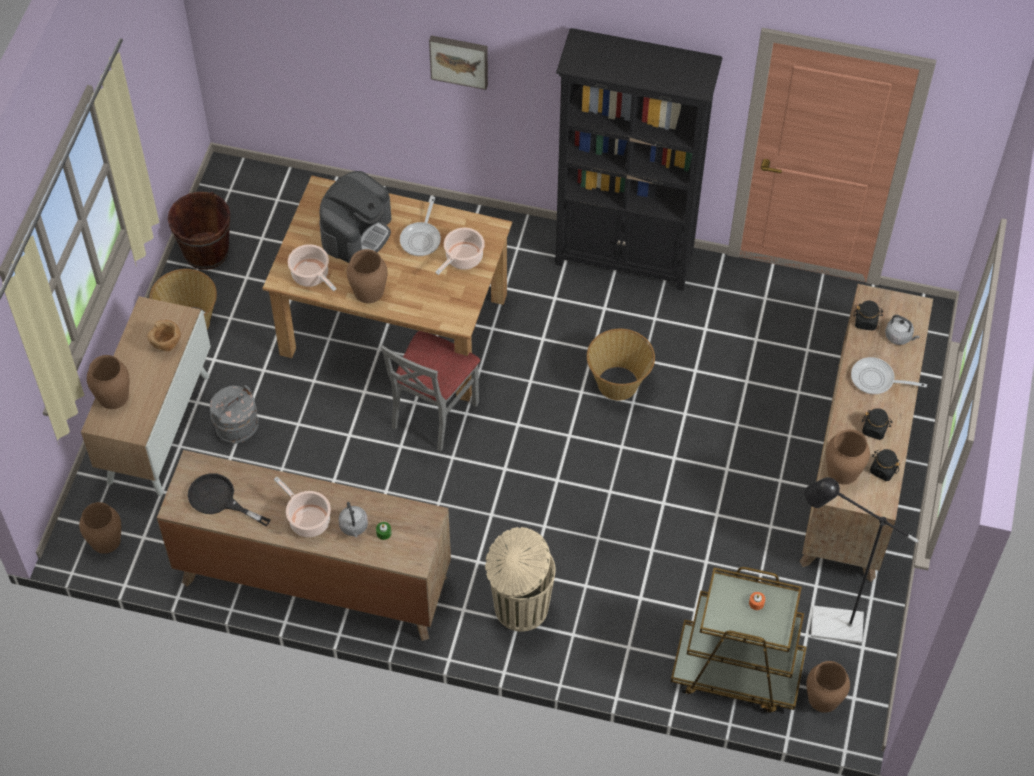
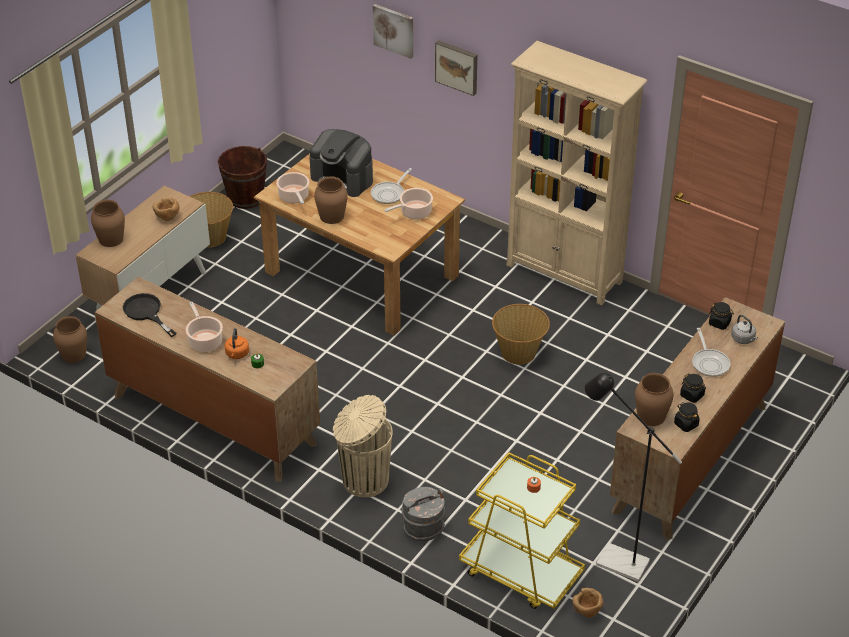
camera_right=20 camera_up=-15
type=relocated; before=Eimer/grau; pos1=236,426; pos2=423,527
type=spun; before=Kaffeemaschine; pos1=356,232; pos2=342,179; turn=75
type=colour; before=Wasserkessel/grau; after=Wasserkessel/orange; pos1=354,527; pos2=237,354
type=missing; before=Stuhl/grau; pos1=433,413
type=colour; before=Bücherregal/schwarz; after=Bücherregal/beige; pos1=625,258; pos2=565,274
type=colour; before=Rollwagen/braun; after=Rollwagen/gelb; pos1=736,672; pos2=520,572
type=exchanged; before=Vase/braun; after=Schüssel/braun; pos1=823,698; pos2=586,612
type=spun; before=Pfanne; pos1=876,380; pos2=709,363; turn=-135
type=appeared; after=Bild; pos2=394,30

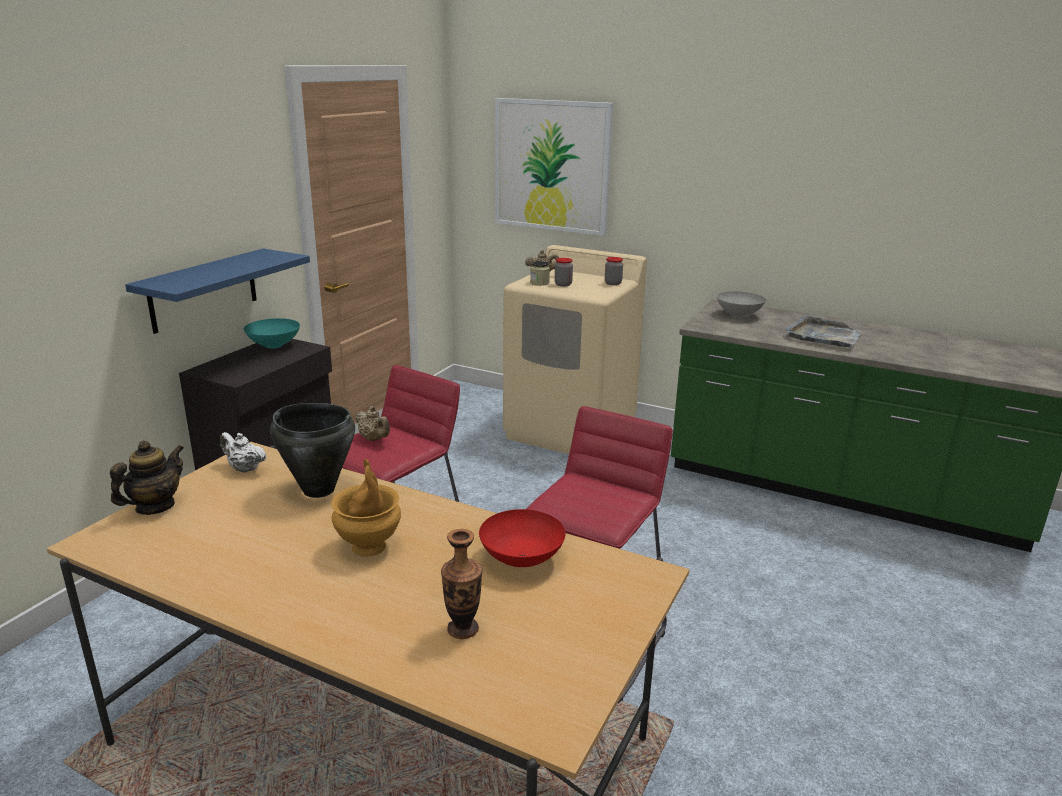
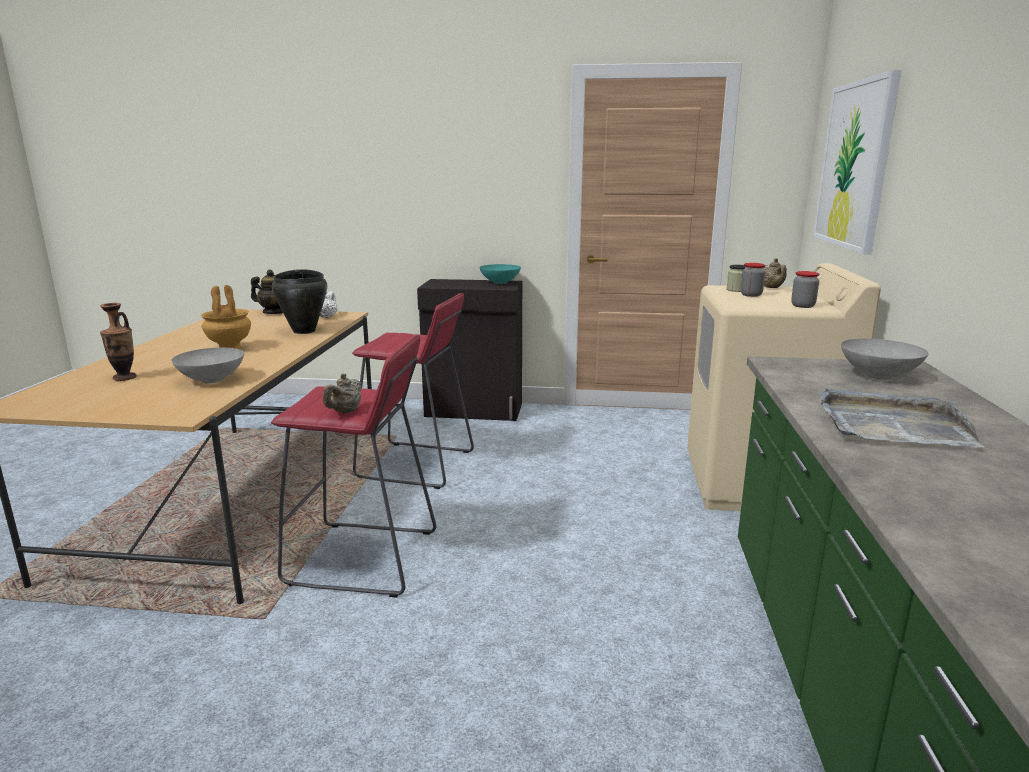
camera_right=70 camera_up=-5
type=missing; before=Wandregal/blau; pos1=203,290
type=relocated; before=Teekanne/beige; pos1=374,439; pos2=345,412
type=colour; before=Schüssel/rot; after=Schüssel/grau; pos1=522,558; pos2=212,380

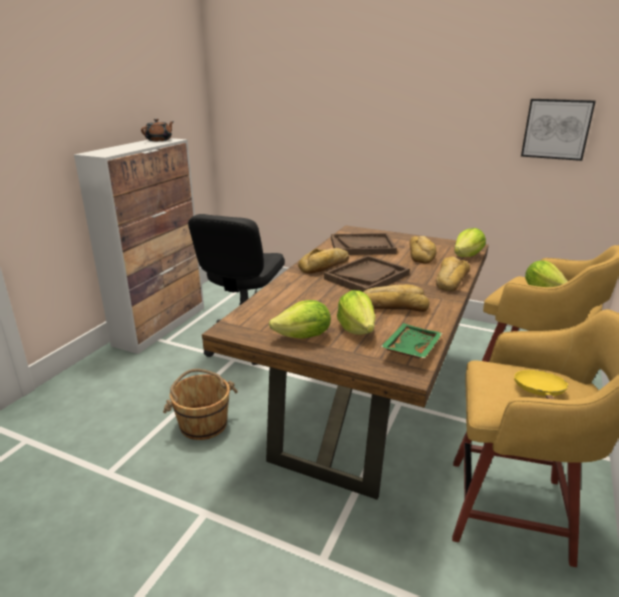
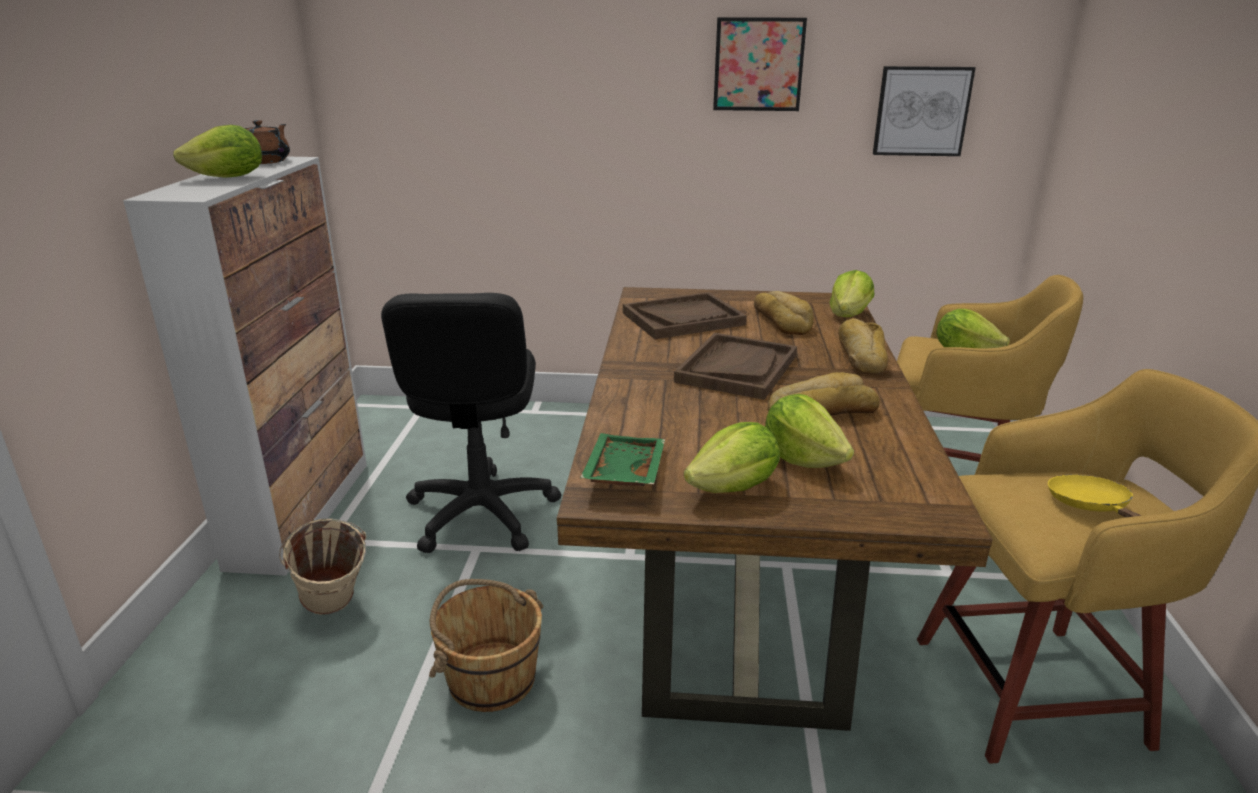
camera_right=-20 camera_up=0
type=missing; before=Brot; pos1=325,266
type=relocated; before=Tablett/grün; pos1=410,348; pos2=622,473
type=appeared; after=Salatkopf; pos2=229,178
type=appeared; after=Eimer/beige; pos2=334,610
type=appeared; after=Bild; pos2=758,64

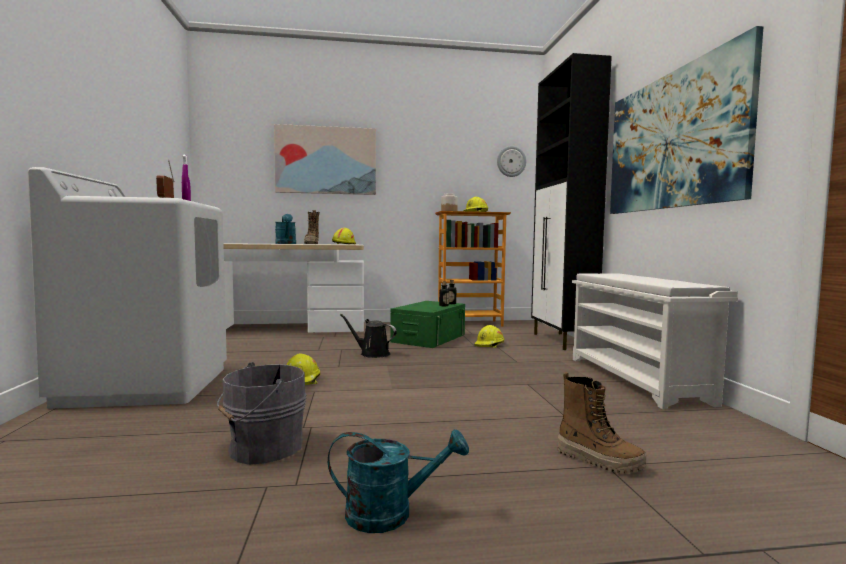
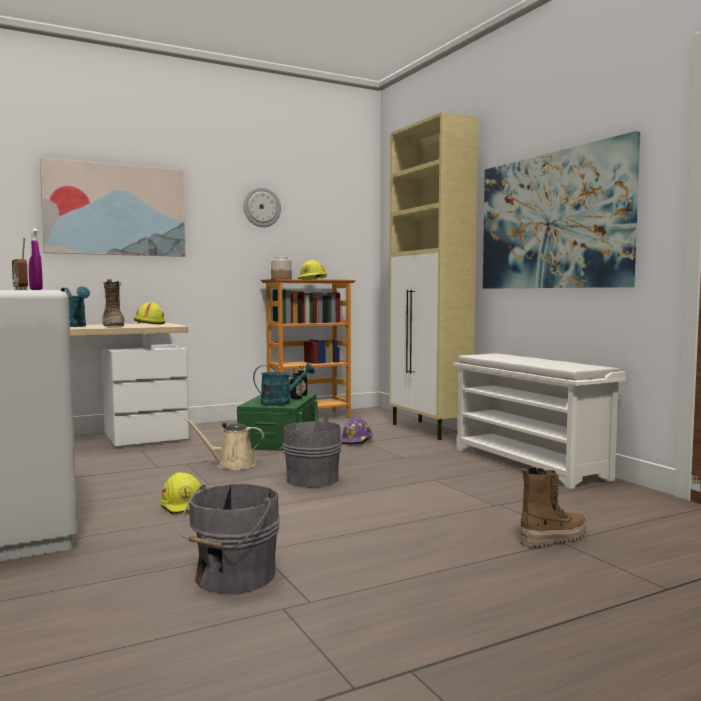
camera_right=-20 camera_up=0
type=relocated; before=Gießkanne/türkis; pos1=391,513; pos2=281,402
type=colour; before=Gießkanne/schwarz; after=Gießkanne/beige; pos1=372,354; pos2=232,465
type=colour; before=Schutzhelm/gelb; after=Schutzhelm/lila; pos1=489,345; pos2=356,441
type=relocated; before=Wanduhr; pos1=511,161; pos2=261,207
type=colour; before=Schrank/schwarz; after=Schrank/beige; pos1=562,341; pos2=429,430
type=spun; before=Stiefel; pos1=599,461; pos2=552,539; turn=-45
type=appeared; after=Eimer/grau; pos2=310,479

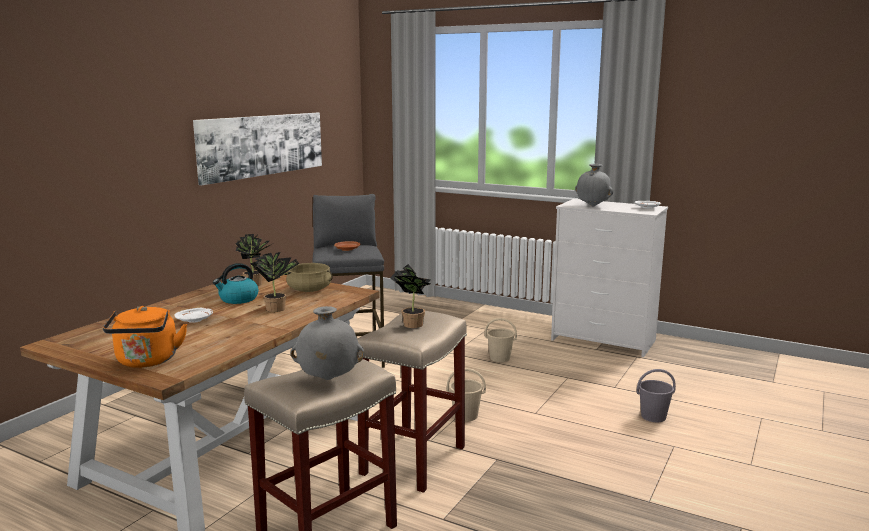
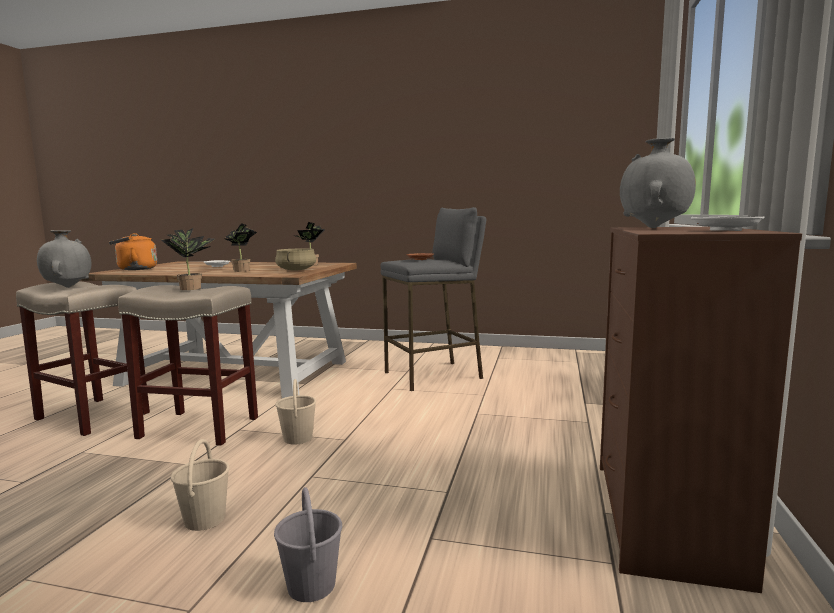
camera_right=75 camera_up=-5
type=missing; before=Bild; pos1=262,145
type=missing; before=Wasserkessel; pos1=238,299
type=relocated; before=Eimer/beige; pos1=500,358; pos2=204,520
type=colour; before=Kommode/weiß; after=Kommode/braun; pos1=604,340; pos2=665,519

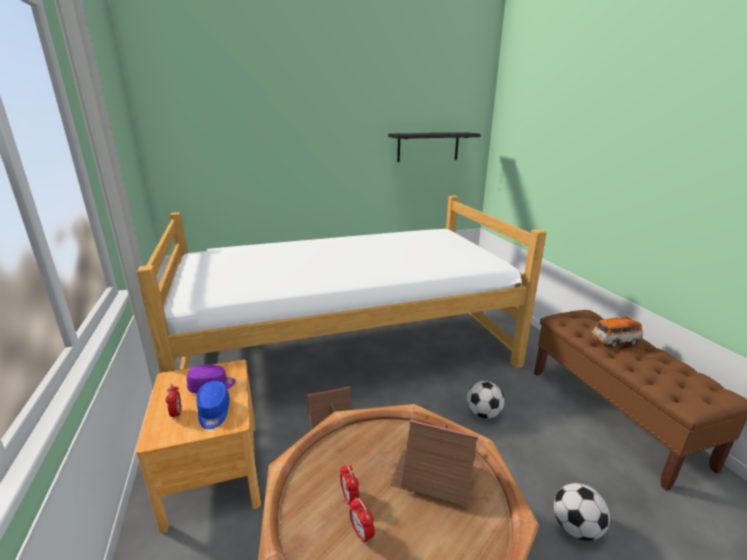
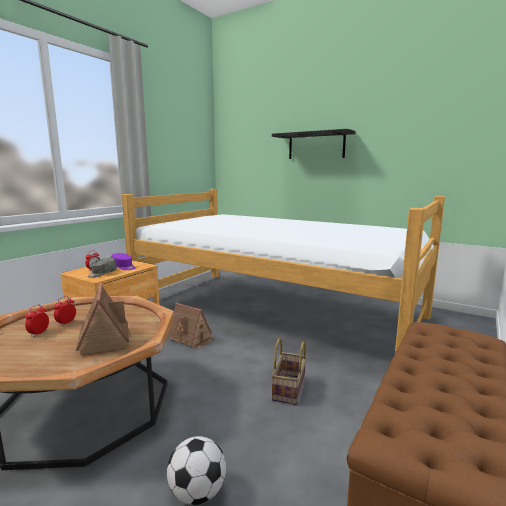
camera_right=50 camera_up=-10
type=colour; before=Kappe/blau; after=Kappe/grau; pos1=214,412; pos2=102,274
type=relocated; before=Wandregal/schwarz; pos1=428,146; pos2=316,146
type=exchanged; before=Fußball; after=Korb; pos1=483,414; pos2=289,390
type=missing; before=Spielzeugauto; pos1=614,341

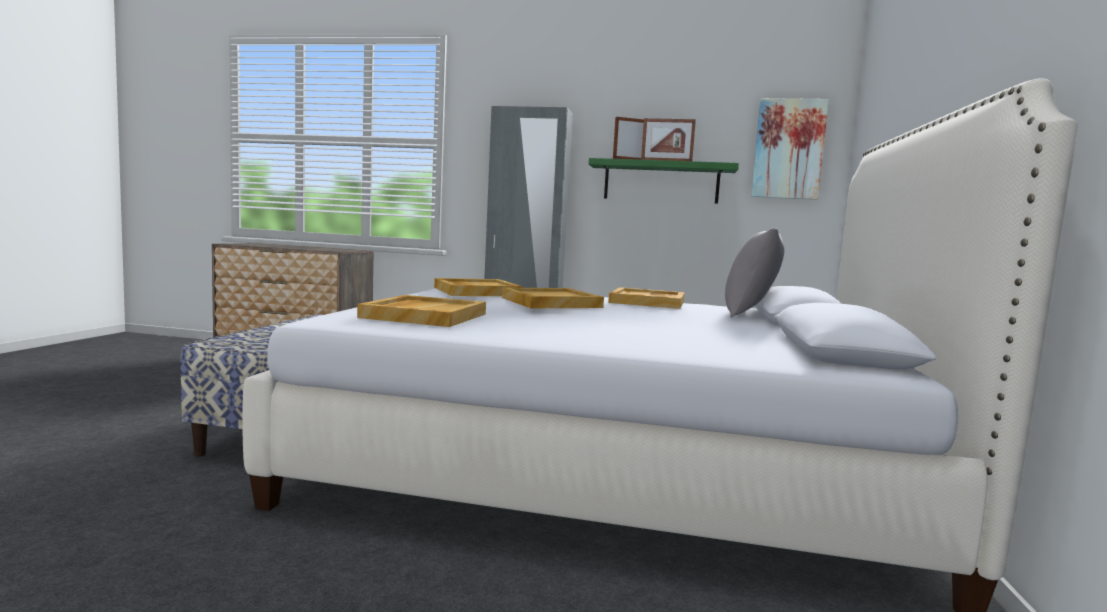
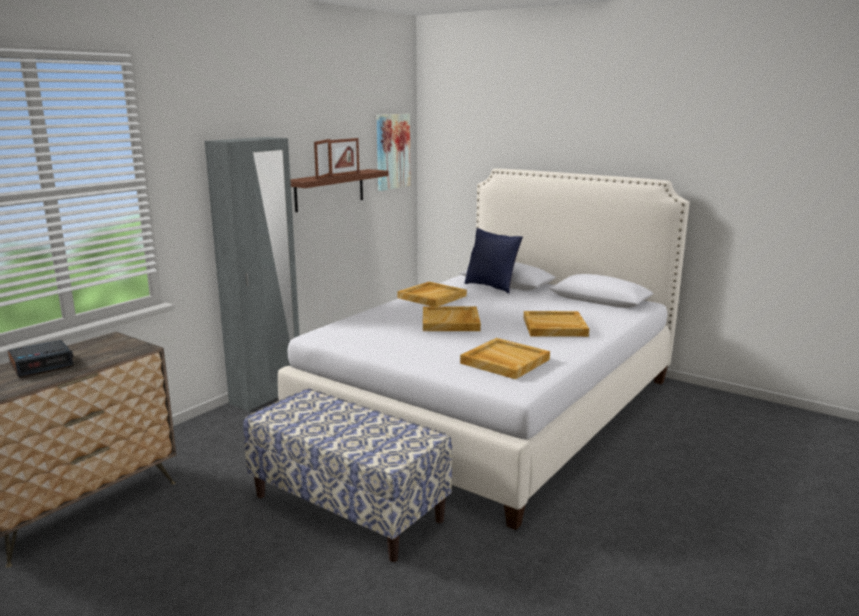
camera_right=-65 camera_up=10
type=relocated; before=Tablett/beige; pos1=476,291; pos2=554,327
type=colour; before=Wandregal/grün; after=Wandregal/braun; pos1=661,182; pos2=329,190
type=colour; before=Kissen/grau; after=Kissen/blau; pos1=750,315; pos2=491,287
type=appeared; after=Wecker; pos2=42,365

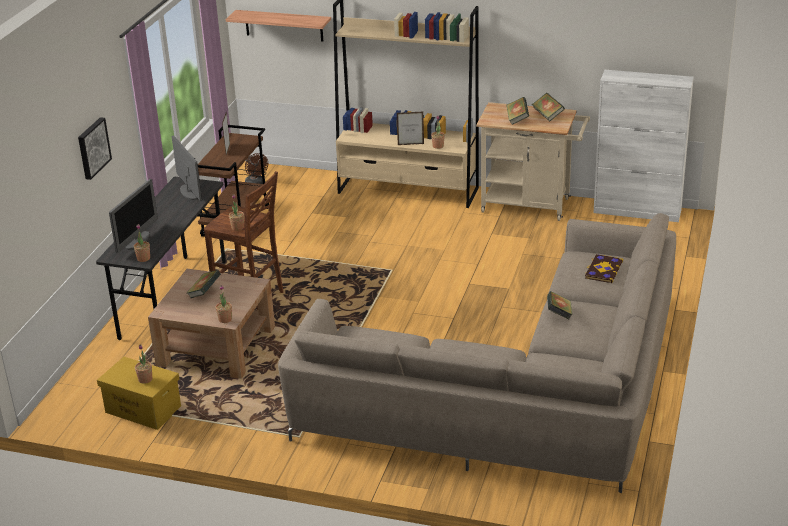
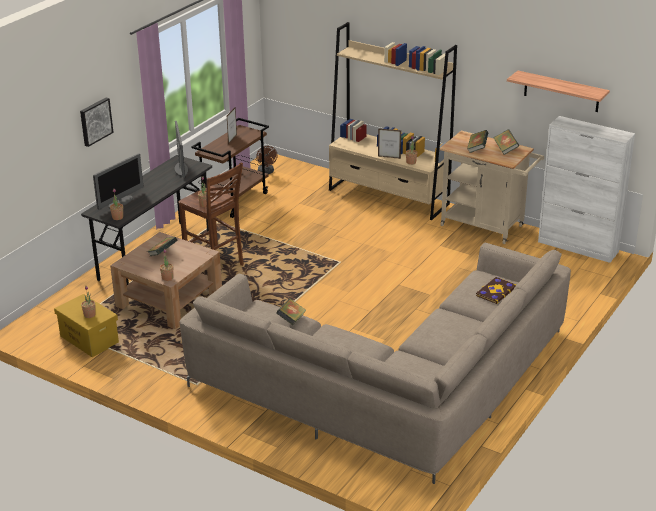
camera_right=15 camera_up=0
type=relocated; before=Wandregal; pos1=284,25; pos2=561,91
type=relocated; before=Buch; pos1=559,315; pos2=291,320

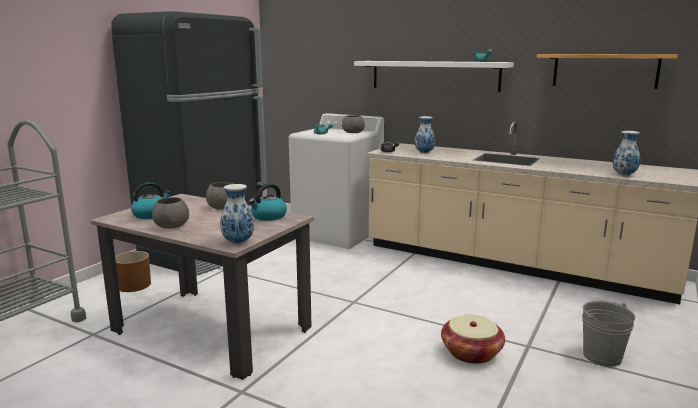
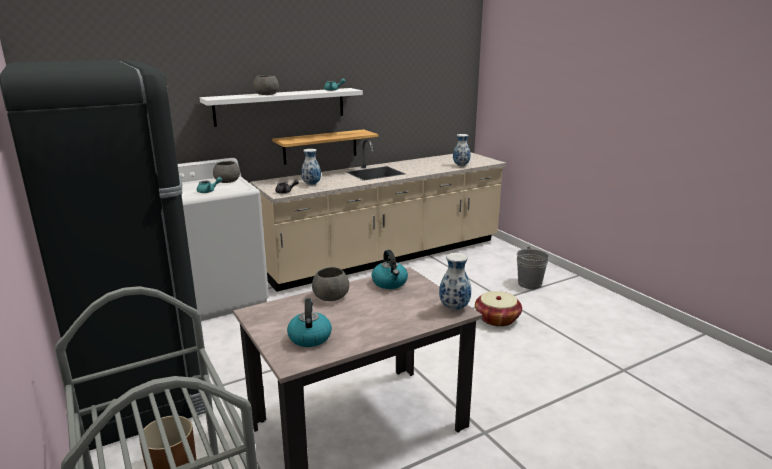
camera_right=-60 camera_up=5
type=relocated; before=Schüssel/grau; pos1=171,226; pos2=267,94
type=relocated; before=Wandregal; pos1=604,70; pos2=320,146

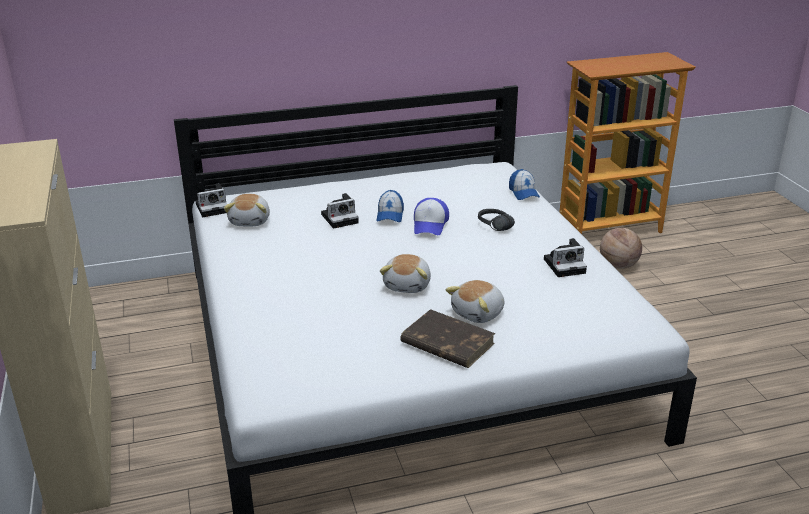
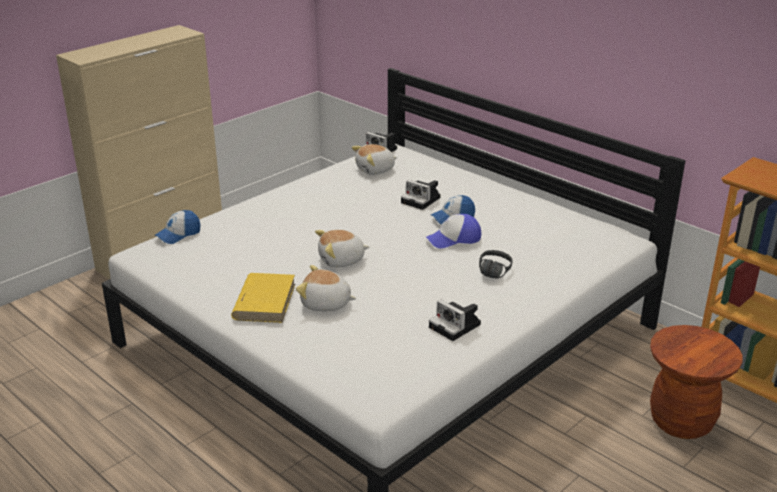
camera_right=60 camera_up=0
type=colour; before=Buch/braun; after=Buch/gelb; pos1=446,343; pos2=264,301
type=relocated; before=Kappe; pos1=523,193; pos2=178,234
type=exchanged; before=Basketball; after=Hocker/braun; pos1=618,266; pos2=681,421

